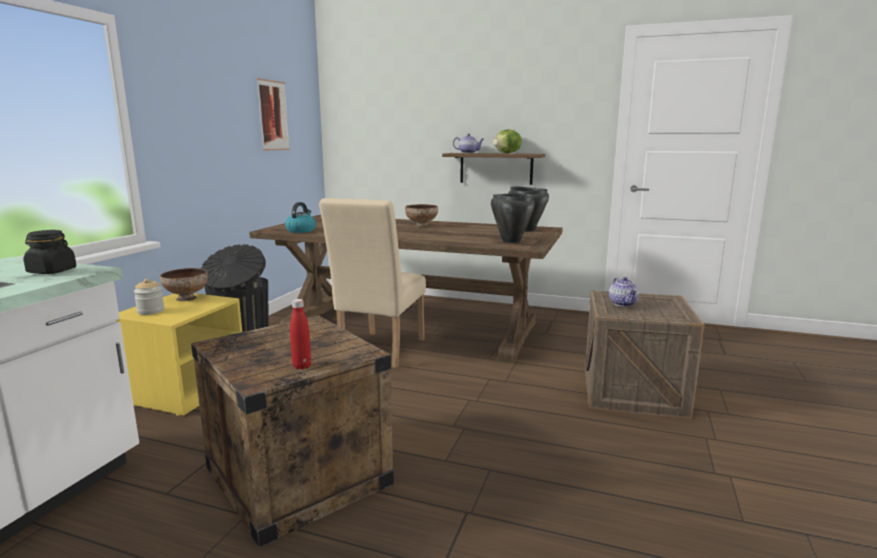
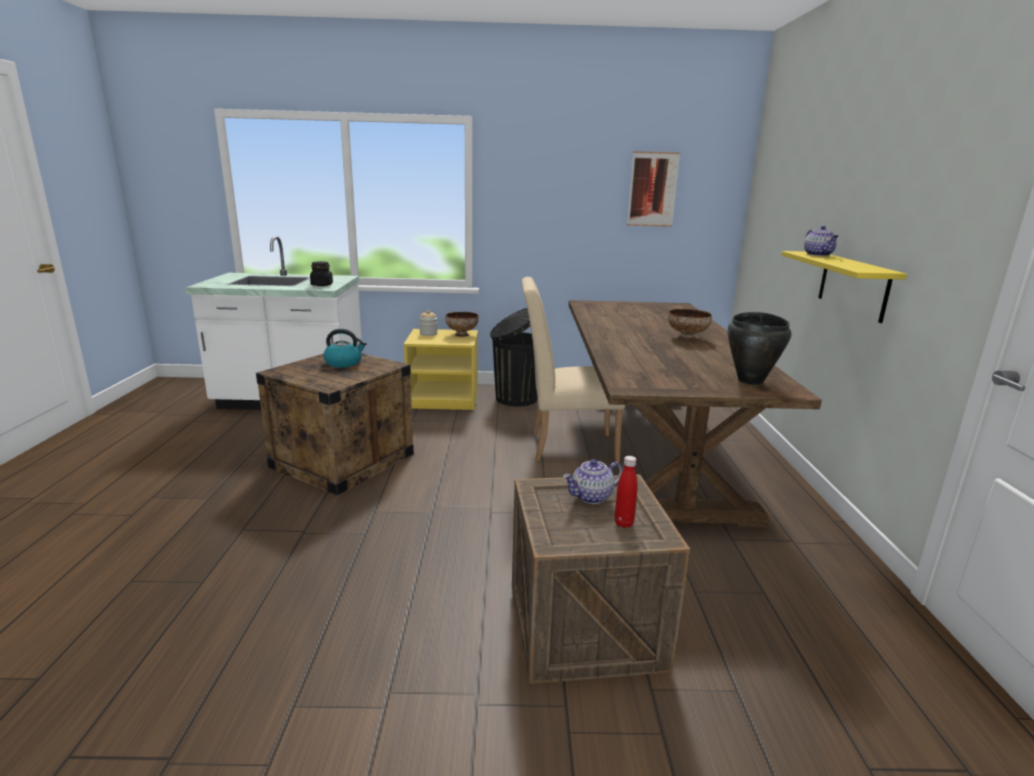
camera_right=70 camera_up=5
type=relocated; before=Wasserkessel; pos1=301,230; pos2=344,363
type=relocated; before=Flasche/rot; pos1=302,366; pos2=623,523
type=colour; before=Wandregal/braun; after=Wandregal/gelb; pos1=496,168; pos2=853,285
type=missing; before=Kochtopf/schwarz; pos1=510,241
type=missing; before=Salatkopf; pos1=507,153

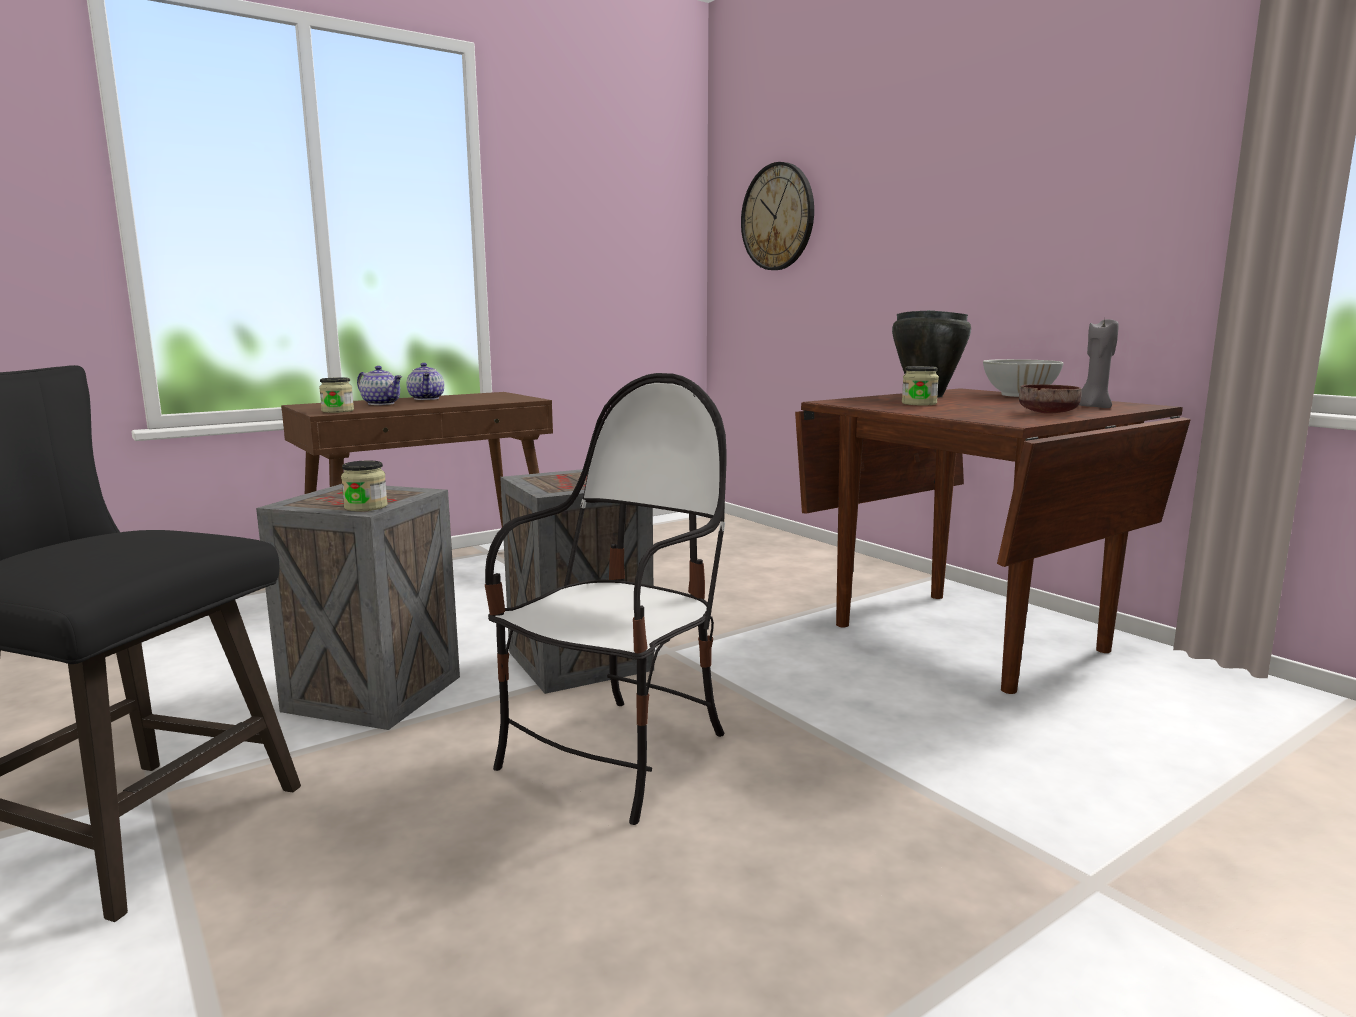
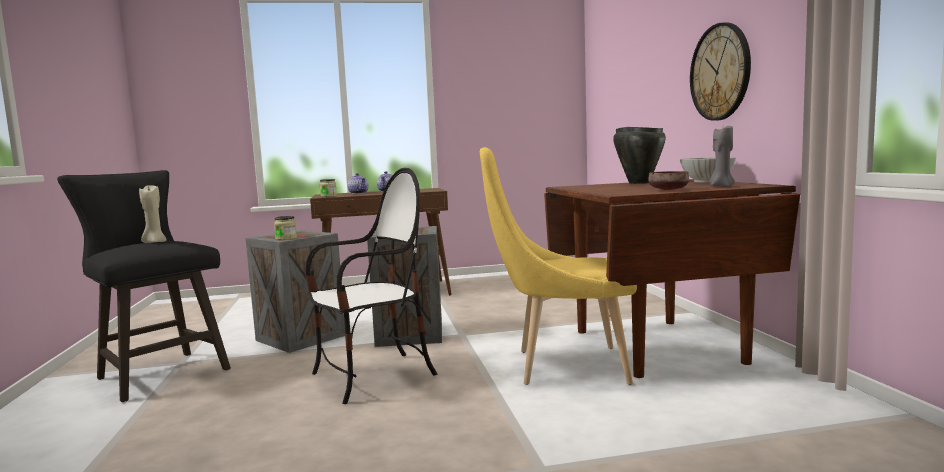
camera_right=25 camera_up=-5
type=relocated; before=Wanduhr; pos1=778,217; pos2=720,72
type=missing; before=Vorratsglas; pos1=919,403
type=appeared; after=Kerze/beige; pos2=154,242
type=appeared; after=Stuhl/gelb; pos2=561,366

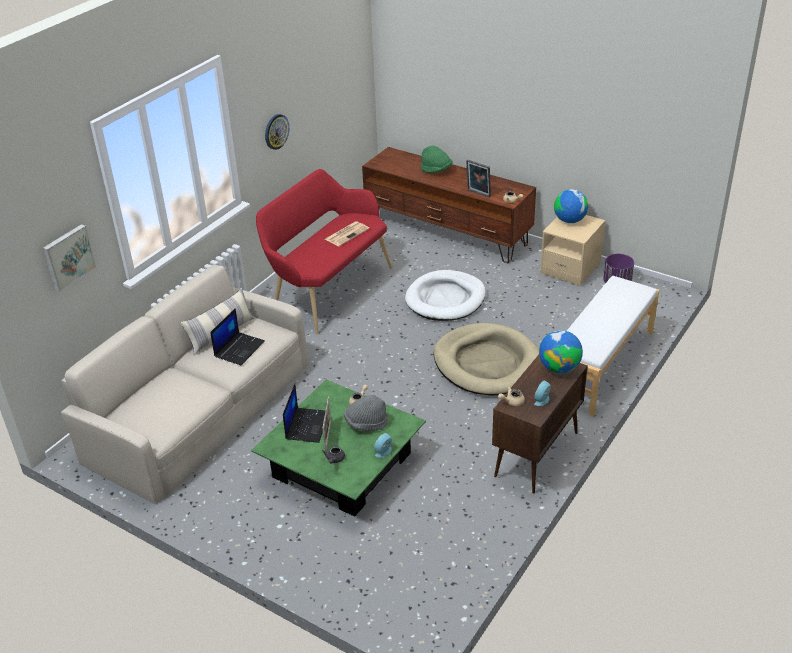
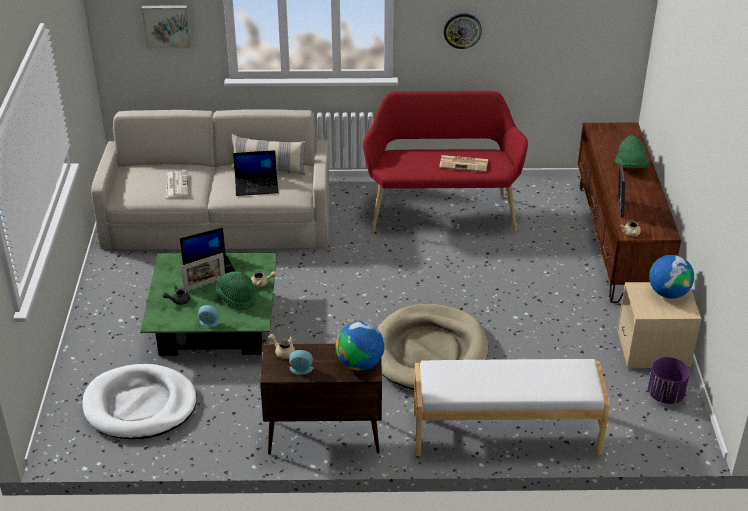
camera_right=55 camera_up=0
type=colour; before=Hut/grau; after=Hut/grün; pos1=366,423; pos2=237,298
type=relocated; before=Hundebett/weiß; pos1=445,299; pos2=140,406
type=appeared; after=Zeitung; pos2=176,184

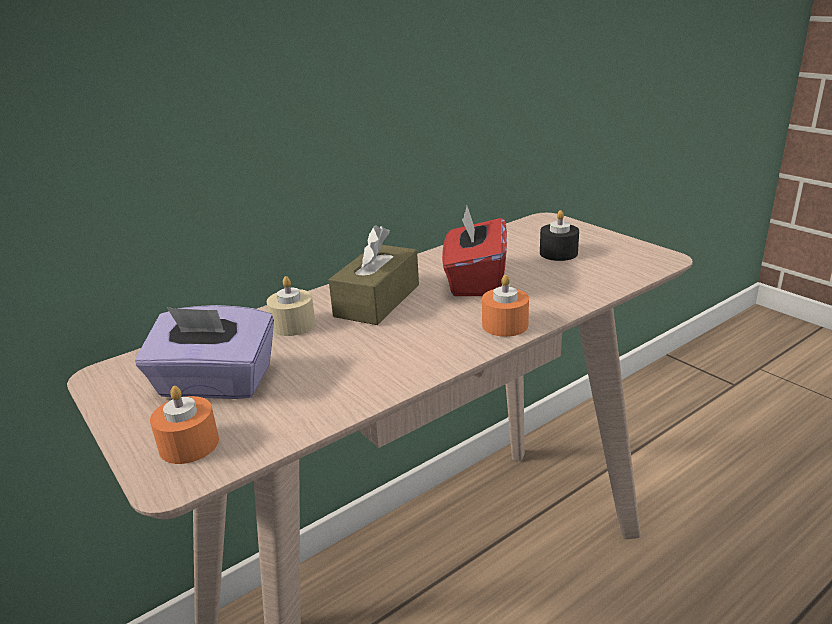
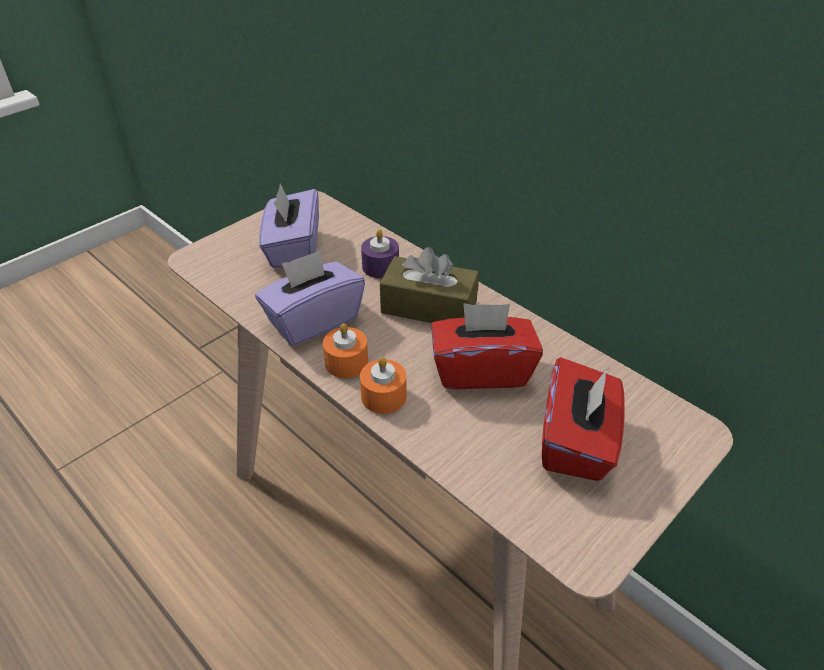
camera_right=80 camera_up=15
type=relocated; before=Kerze/orange; pos1=189,444; pos2=346,362
type=colour; before=Kerze/beige; after=Kerze/lila; pos1=293,325; pos2=380,266
type=exchanged; before=Kerze/schwarz; after=Taschentuchbox/rot; pos1=558,253; pos2=576,442
type=appeared; after=Taschentuchbox/lila; pos2=313,320

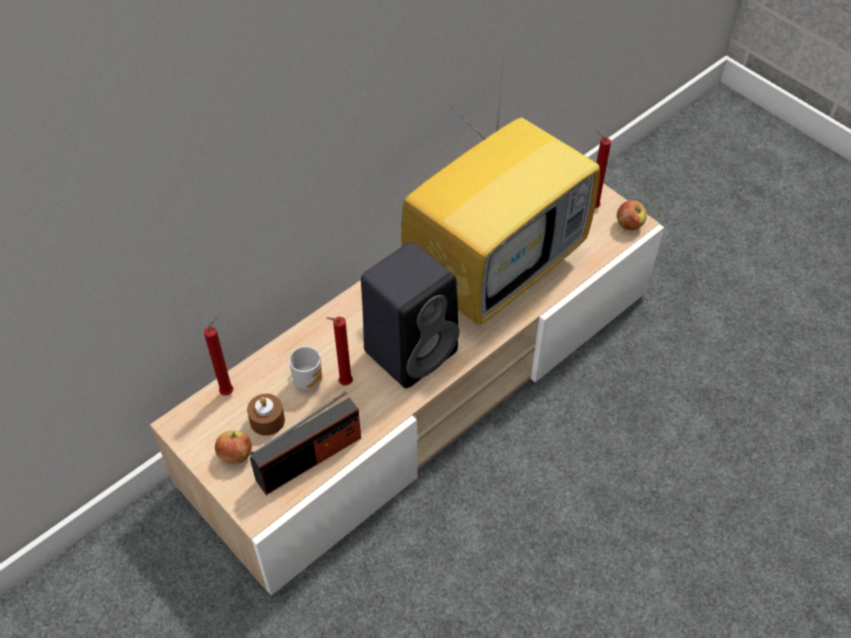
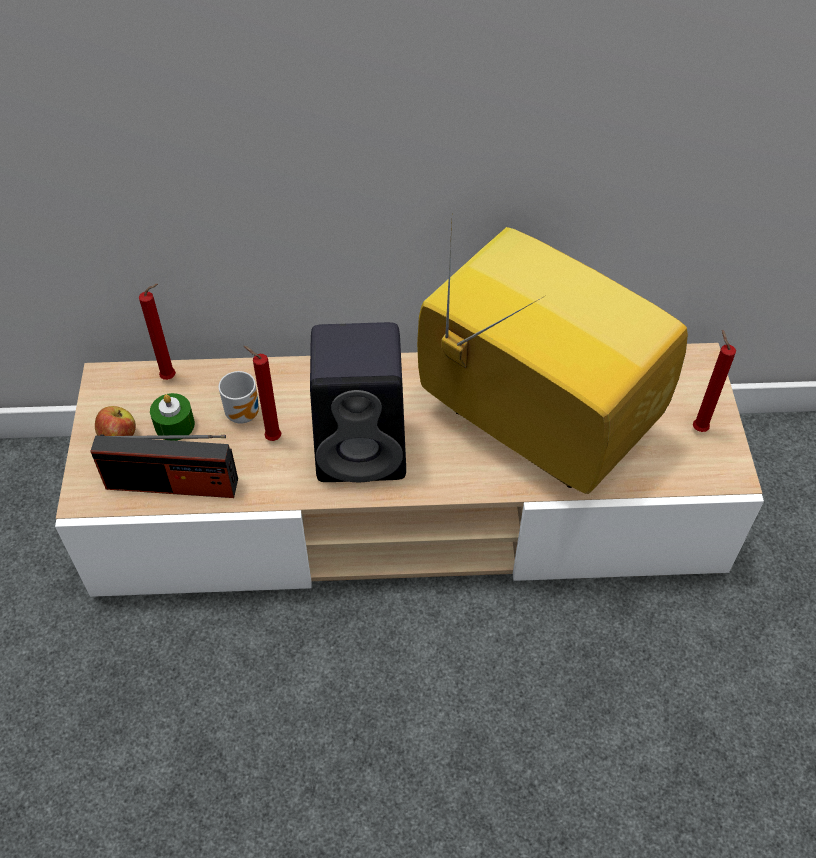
camera_right=40 camera_up=0
type=colour; before=Kerze/braun; after=Kerze/grün; pos1=267,420; pos2=174,425
type=spun; before=Fernseher; pos1=496,266; pos2=529,424; turn=-135
type=missing; before=Apfel; pos1=629,225

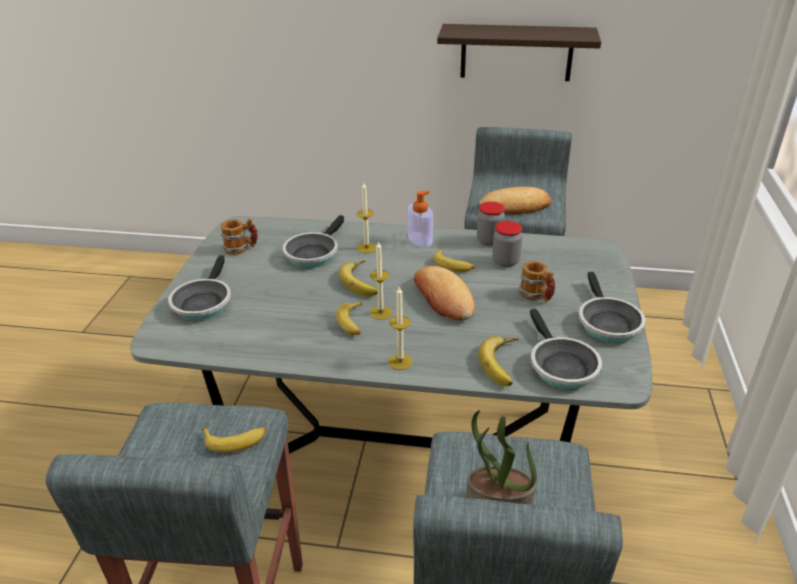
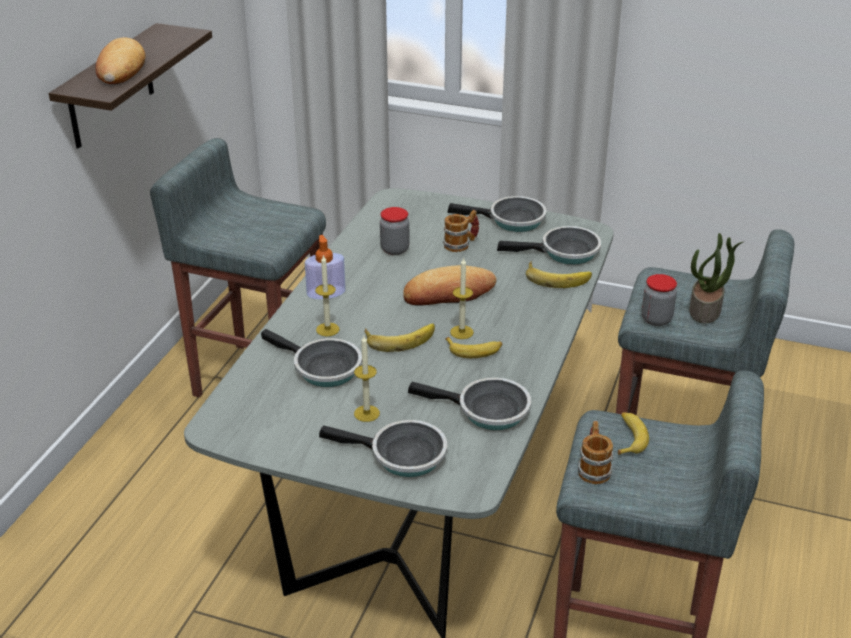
camera_right=-80 camera_up=0
type=relocated; before=Henkelbecher; pos1=241,248; pos2=593,468
type=relocated; before=Kerze; pos1=400,361; pos2=366,413
type=missing; before=Banane; pos1=453,265
type=relocated; before=Vorratsglas; pos1=489,240; pos2=656,319
type=relocated; before=Brot; pos1=515,206; pos2=120,68
type=appeared; after=Pfanne; pos2=487,411

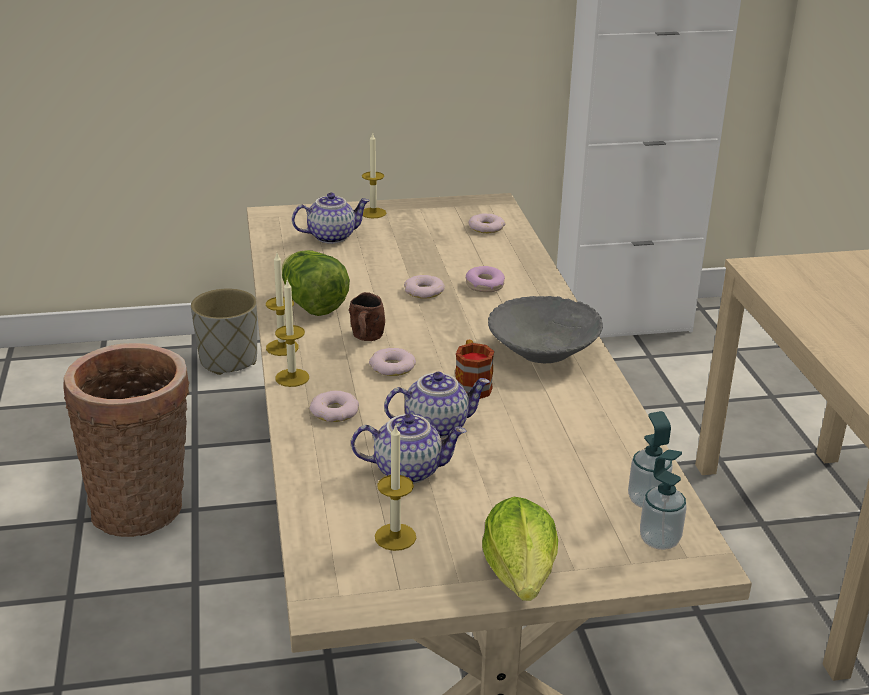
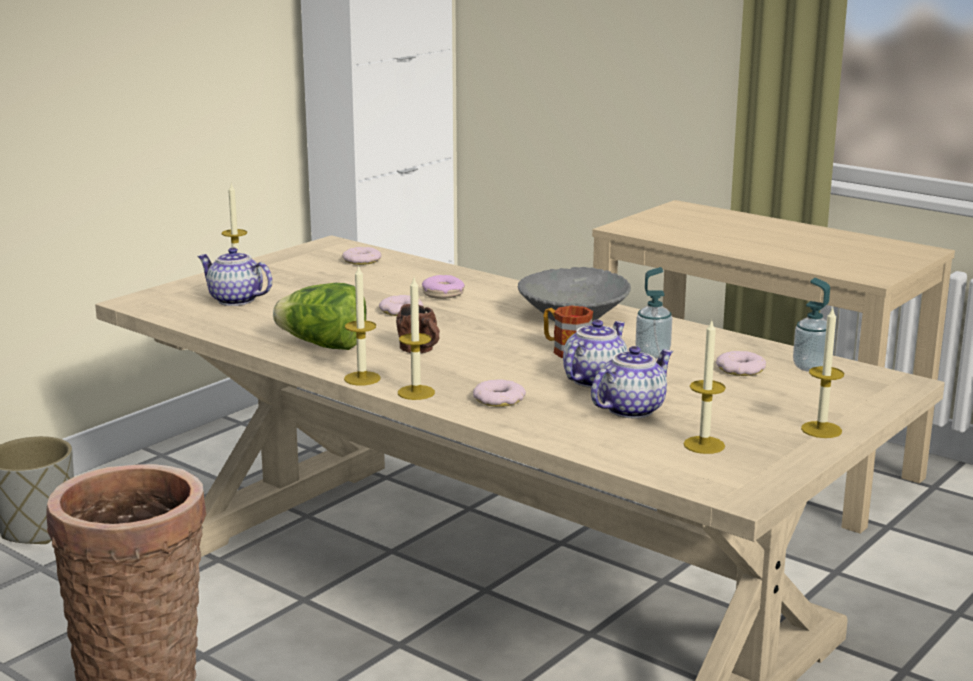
camera_right=-40 camera_up=-10
type=spun; before=Teekanne; pos1=331,236; pos2=234,300; turn=-90
type=relocated; before=Donut; pos1=392,367; pos2=740,369
type=exchanged; before=Salatkopf; after=Kerze; pos1=521,574; pos2=821,430
type=relocated; before=Seifenspender; pos1=659,540; pos2=652,354

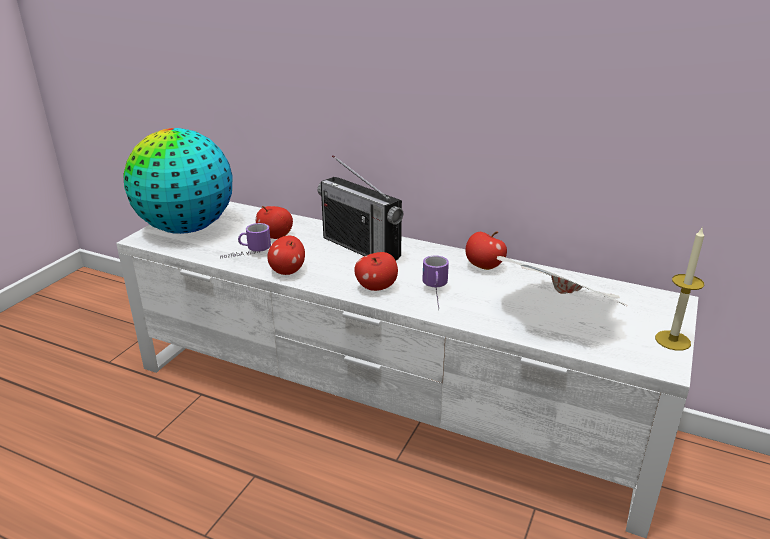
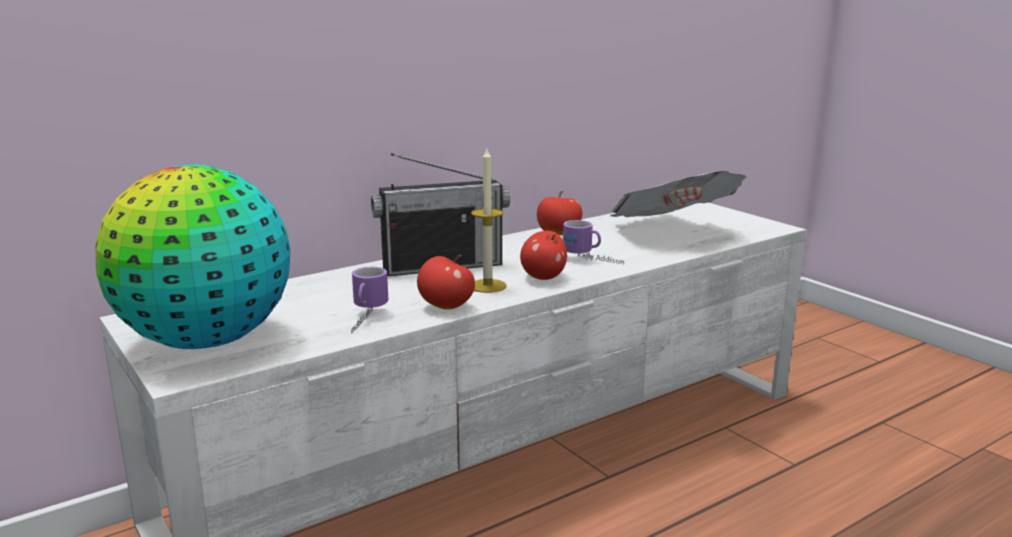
camera_right=-60 camera_up=-10
type=missing; before=Apfel; pos1=275,236
type=relocated; before=Kerze; pos1=672,340; pos2=487,286

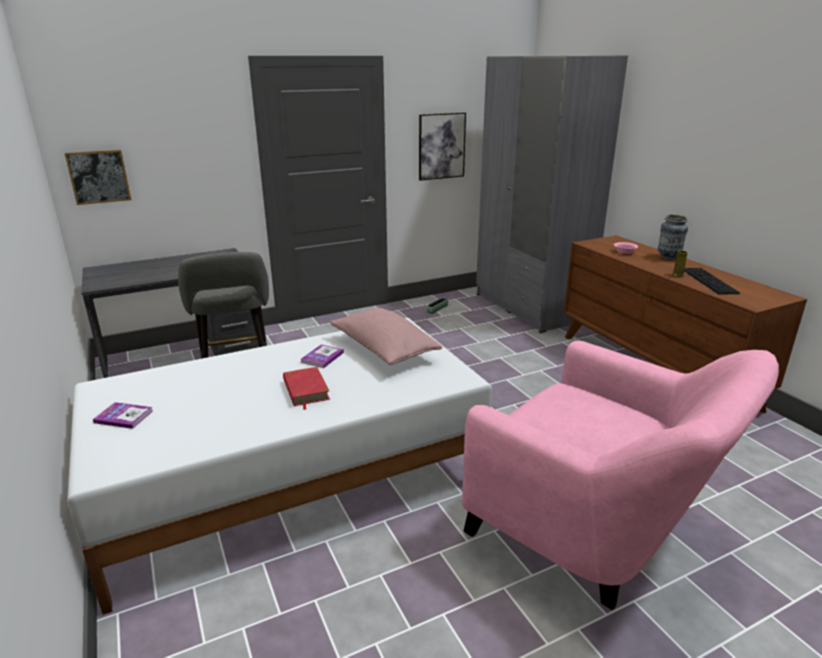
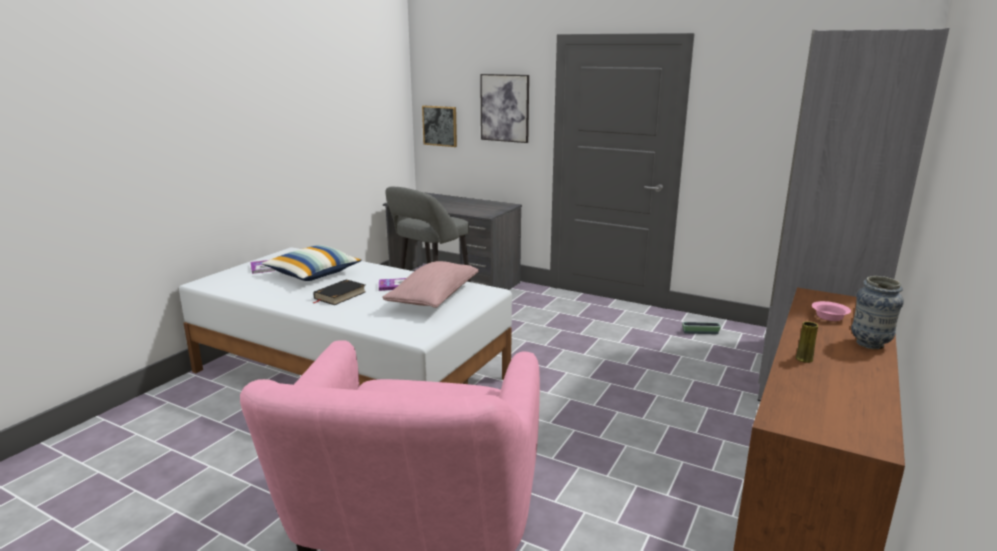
camera_right=55 camera_up=-5
type=colour; before=Buch/rot; after=Buch/schwarz; pos1=305,390; pos2=340,295
type=relocated; before=Bild; pos1=441,146; pos2=505,108
type=missing; before=Tastatur; pos1=709,281
type=appeared; after=Kissen; pos2=313,274

